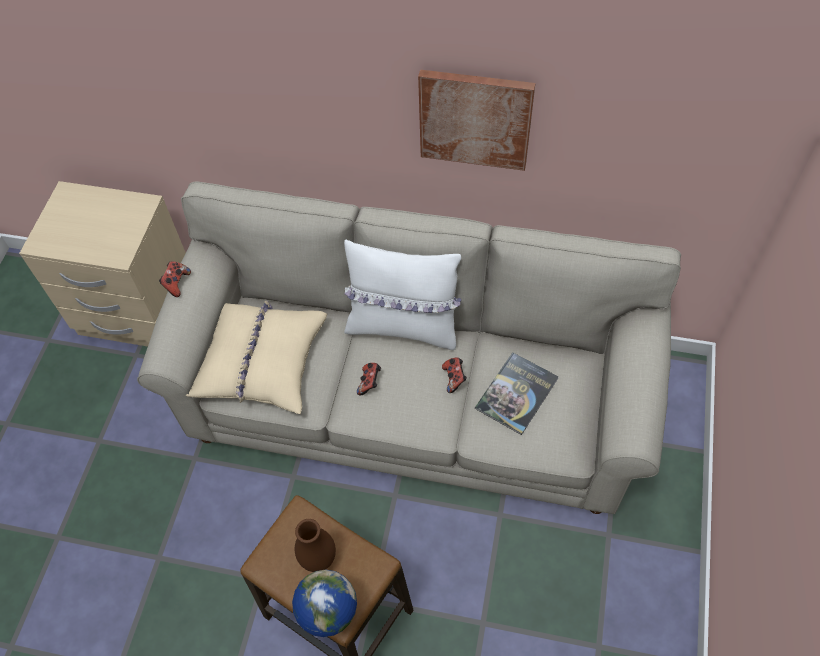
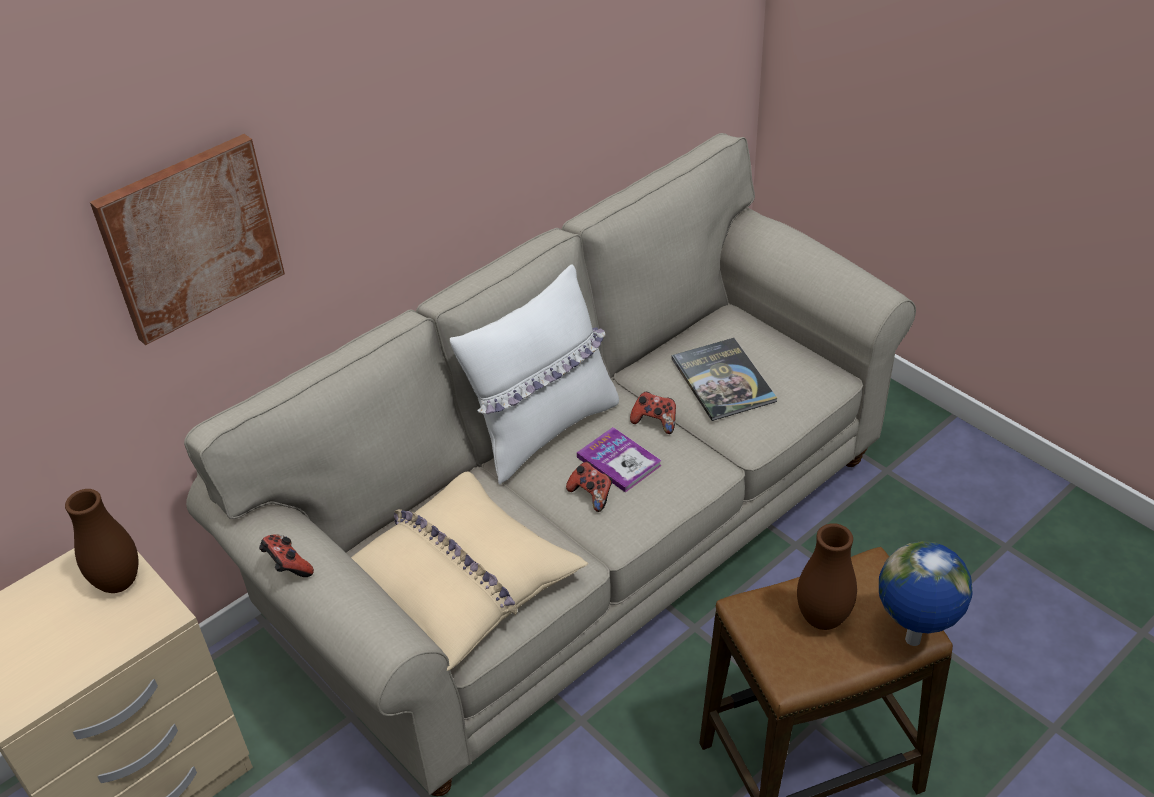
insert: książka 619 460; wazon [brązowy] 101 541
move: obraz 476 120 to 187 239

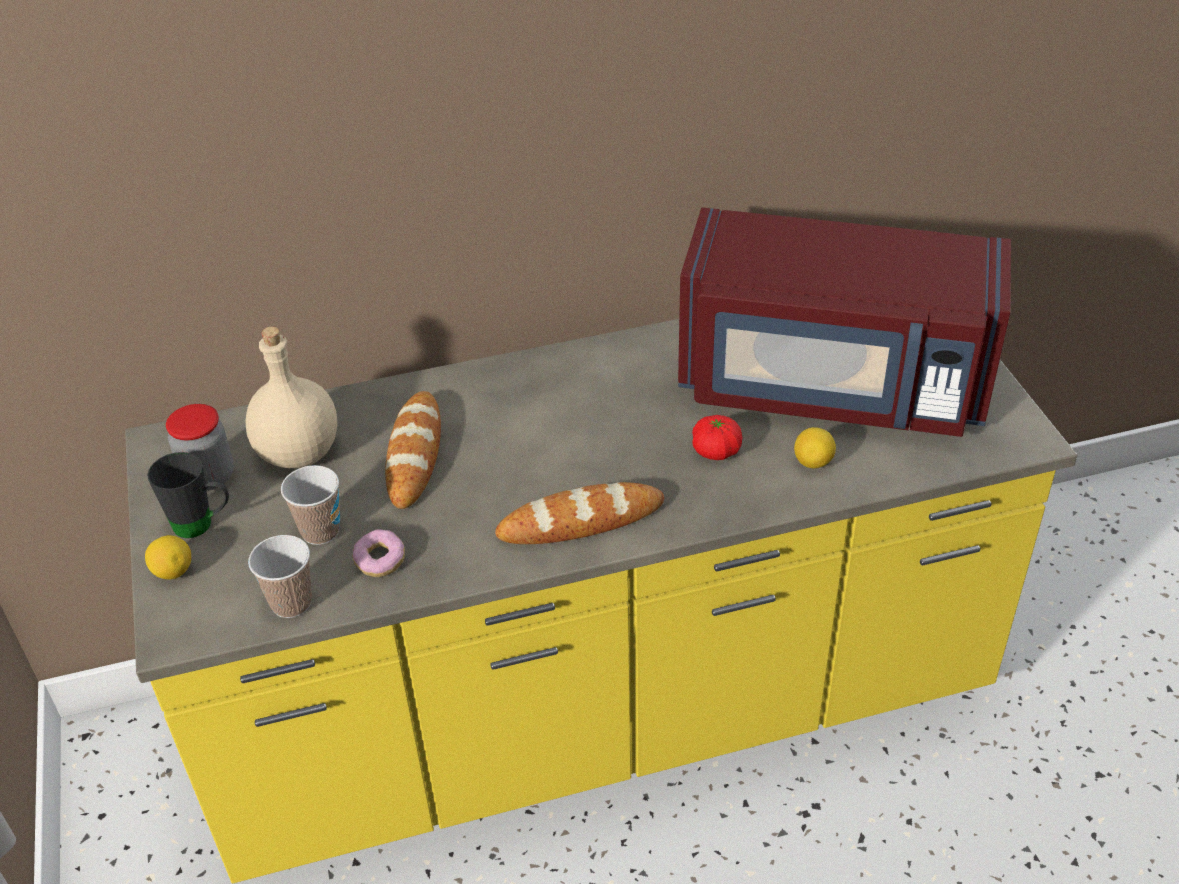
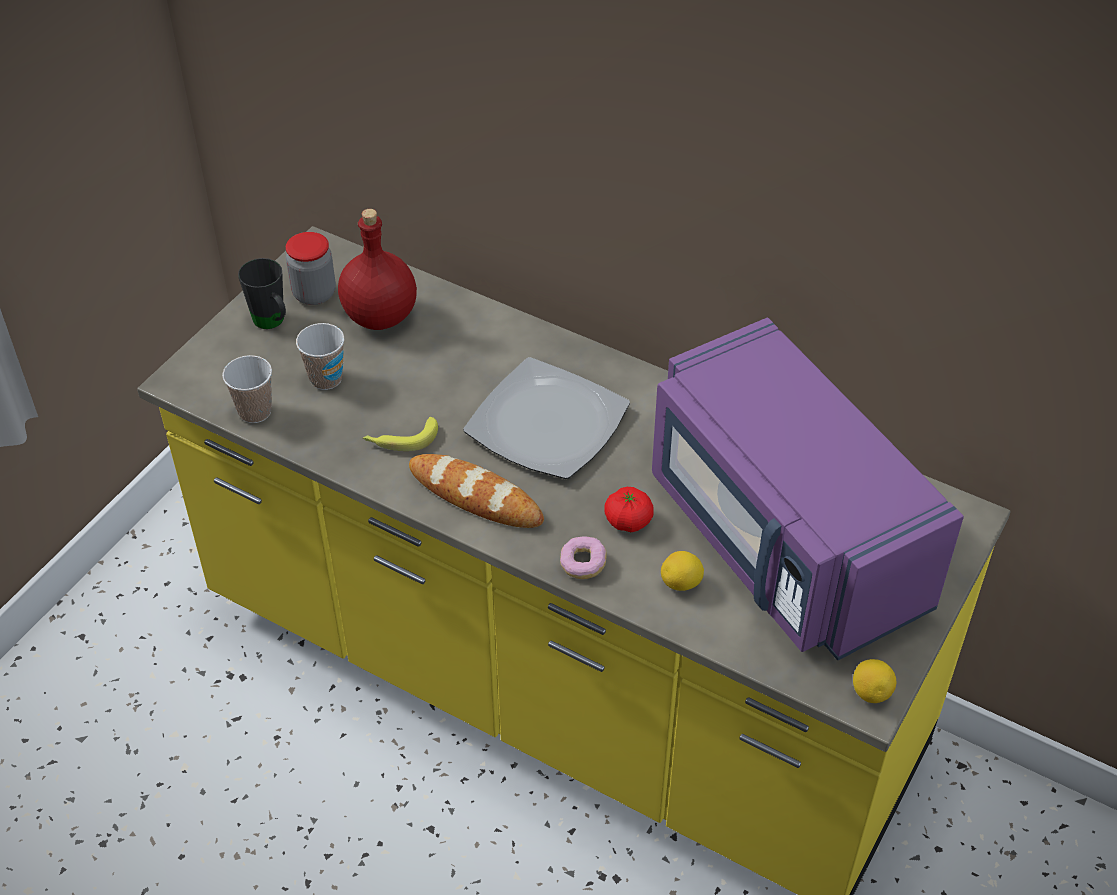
delete: chleb 413 450
insert: talerz 546 418; banan 400 434
move: donut 379 553 to 583 558; cytryna 168 557 to 874 681
recolor: mikrofalówka [czerwony] 844 322 to mikrofalówka [fioletowy] 808 489; butelka [beżowy] 291 397 to butelka [czerwony] 377 269

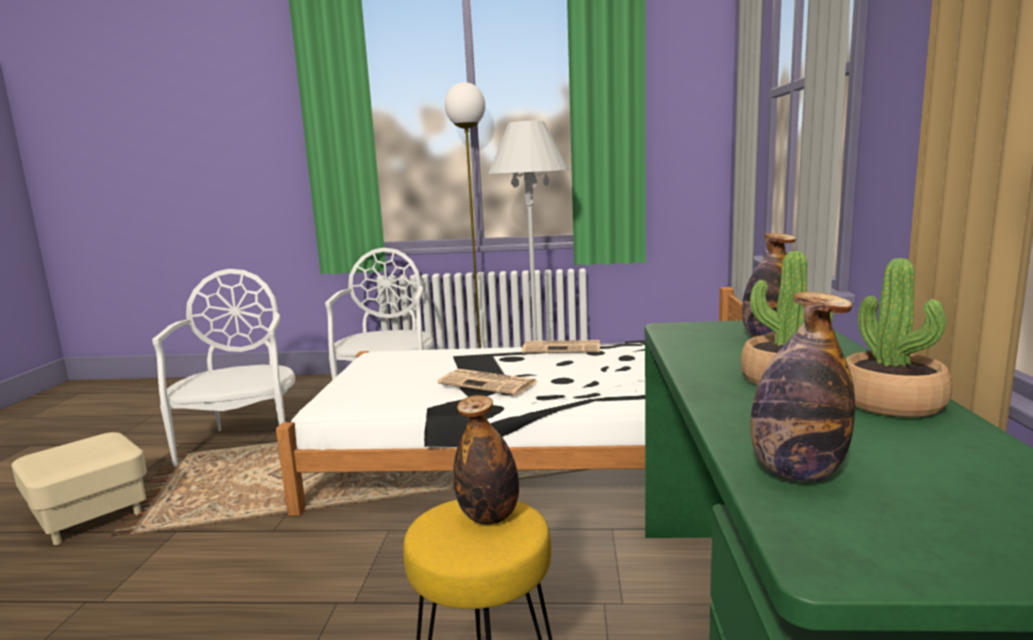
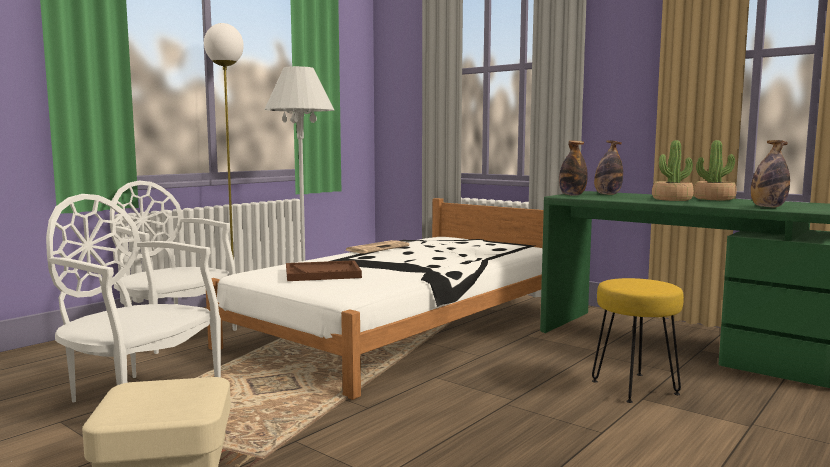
delete: gazeta 487 382
insert: taca [brązowy] 324 270
move: butelka 486 460 to 573 168

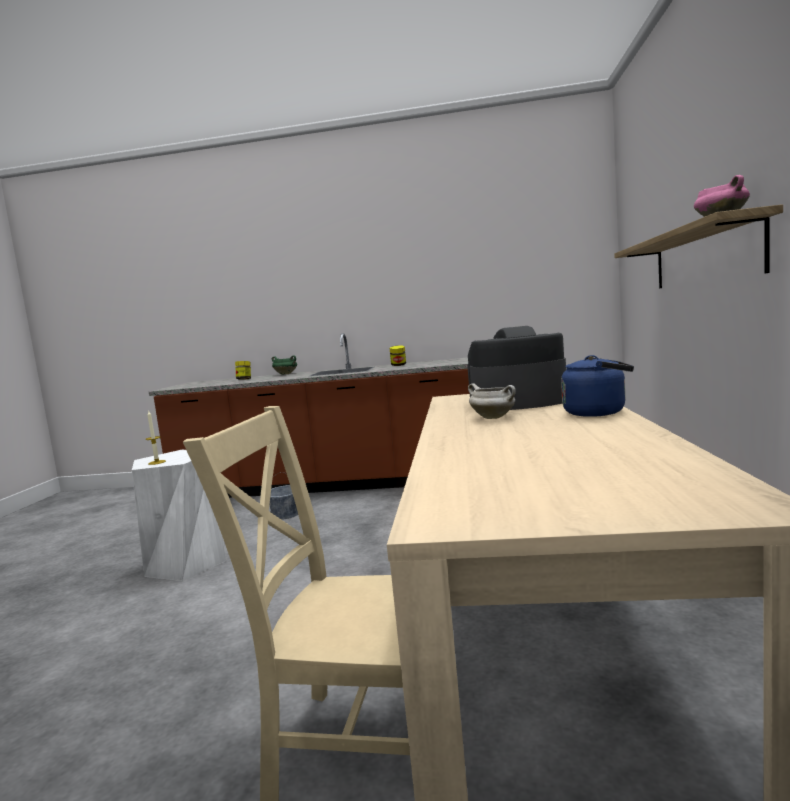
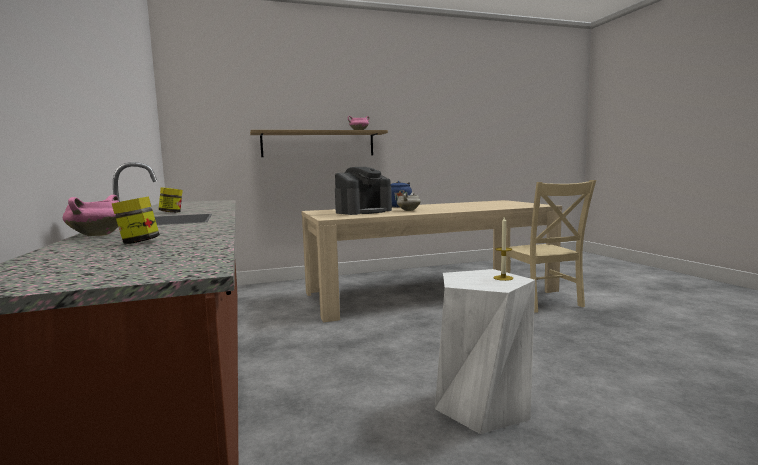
delete: wiadro [szary] 283 496
recolor: garnek [zielony] 284 365 to garnek [różowy] 91 215
rotate: ekspres do kawy 516 368 = 363 191 105 degrees counterclockwise

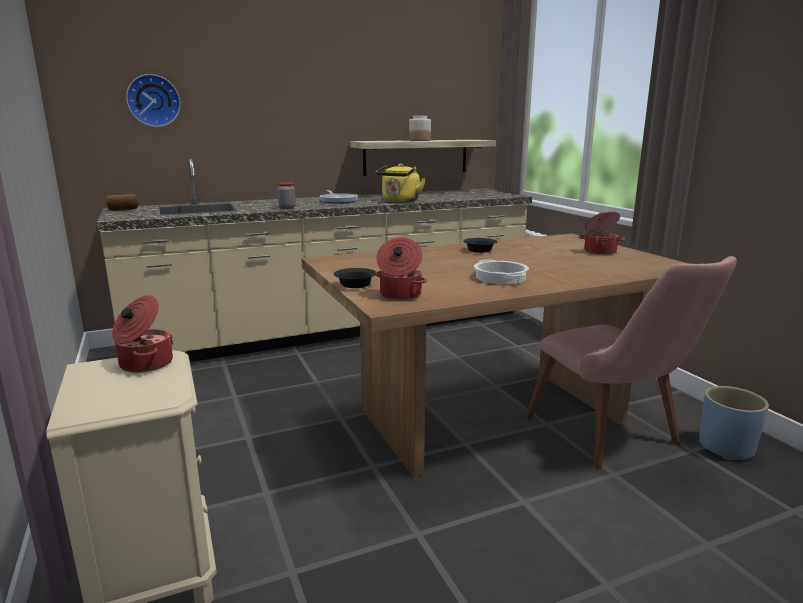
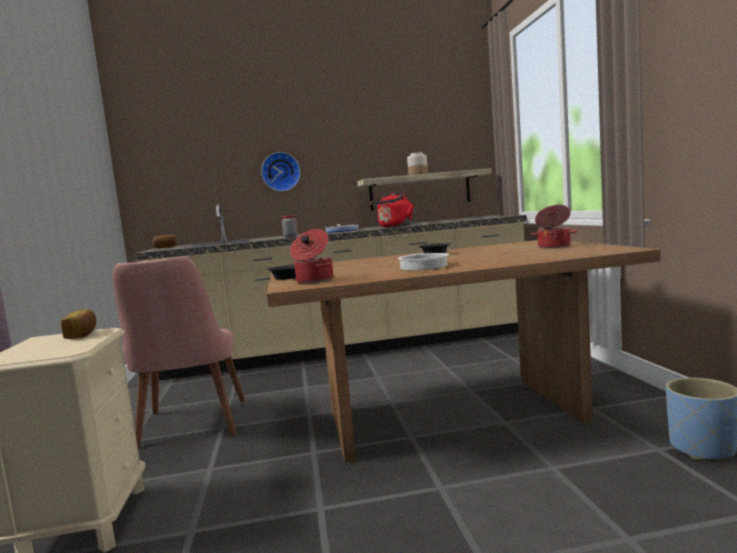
move: zegar ścienny 153 100 to 280 171; krzesło [różowy] 631 363 to 179 353
replace: garnek 143 334 to chleb 78 324
recolor: czajnik [żółty] 401 183 to czajnik [czerwony] 392 210

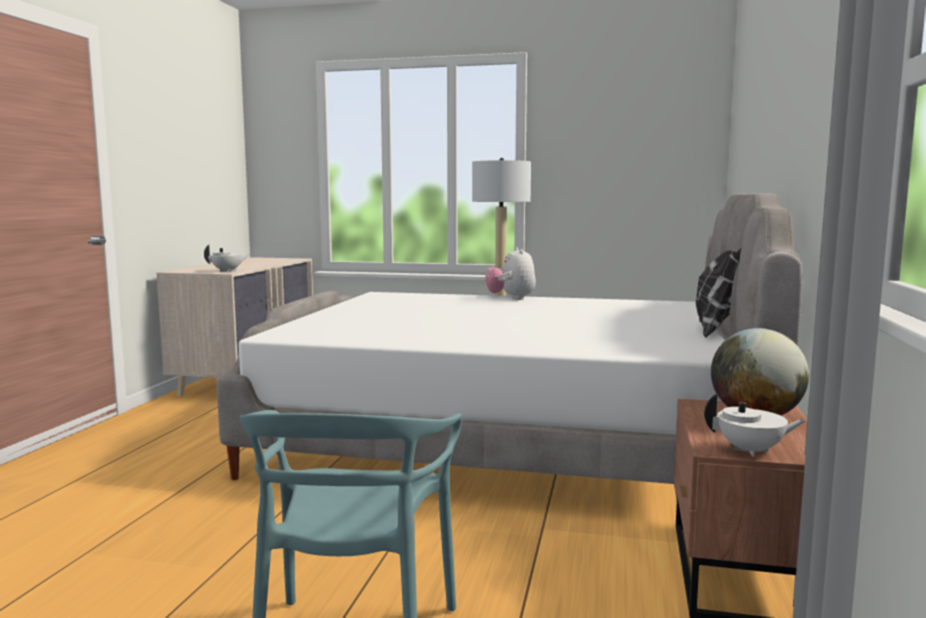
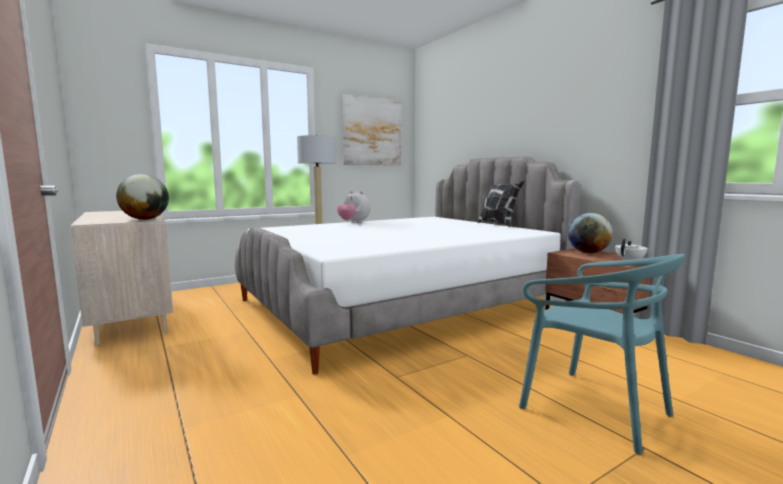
insert: obraz 372 130
replace: imbryk [biały] 227 258 to globus 142 197

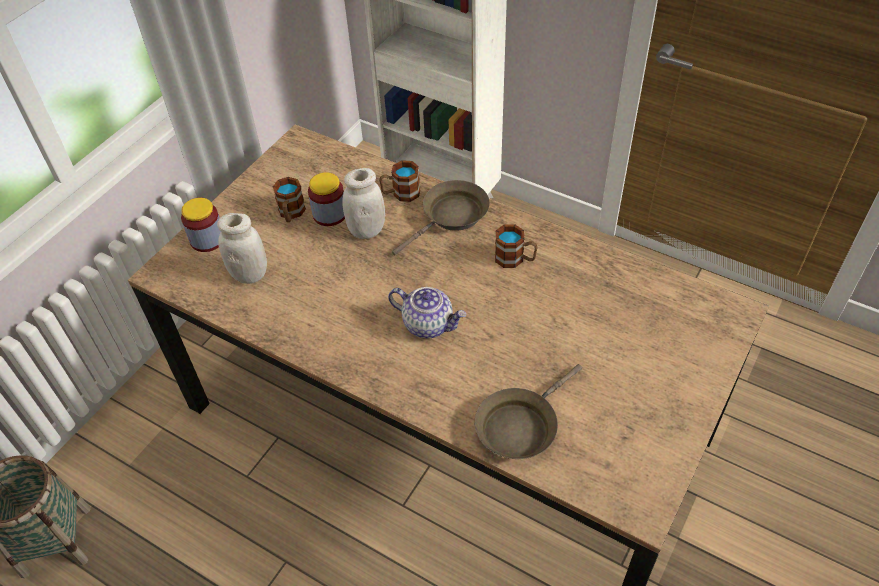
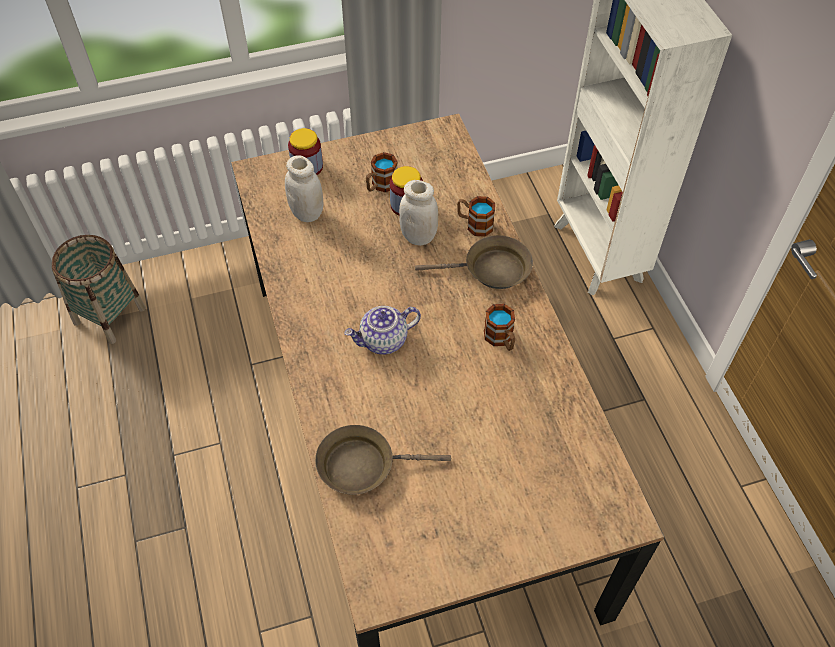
rotate: imbryk 427 312 = 382 330 90 degrees clockwise

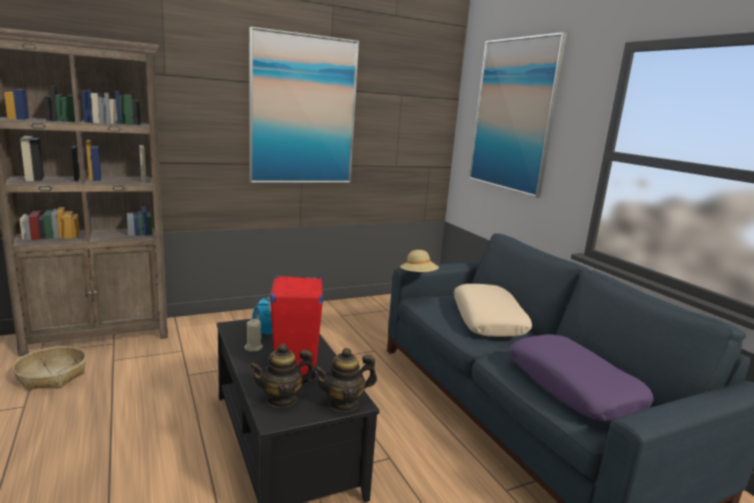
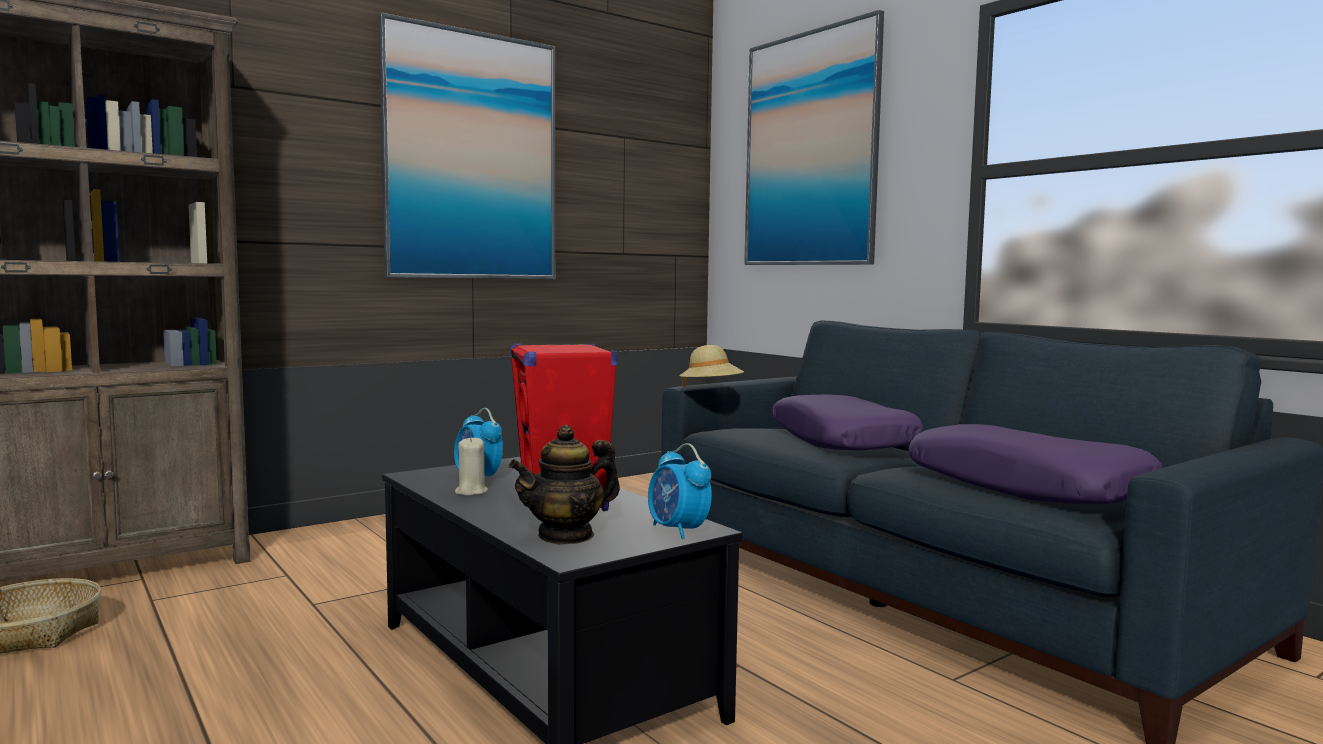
replace: imbryk 345 380 to budzik 680 491
recolor: poduszka [beżowy] 493 310 to poduszka [fioletowy] 848 422

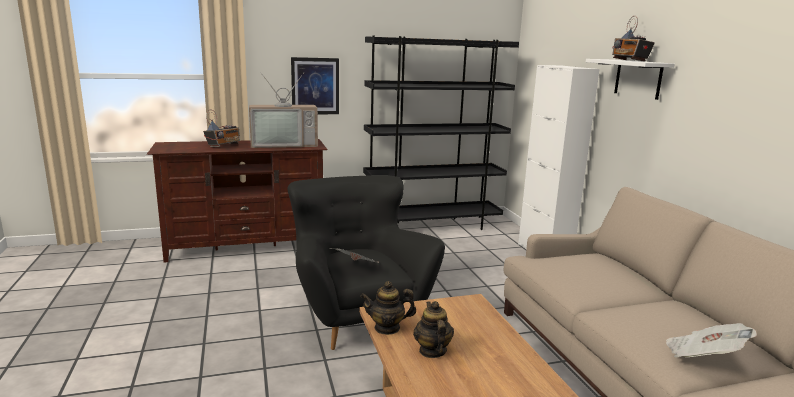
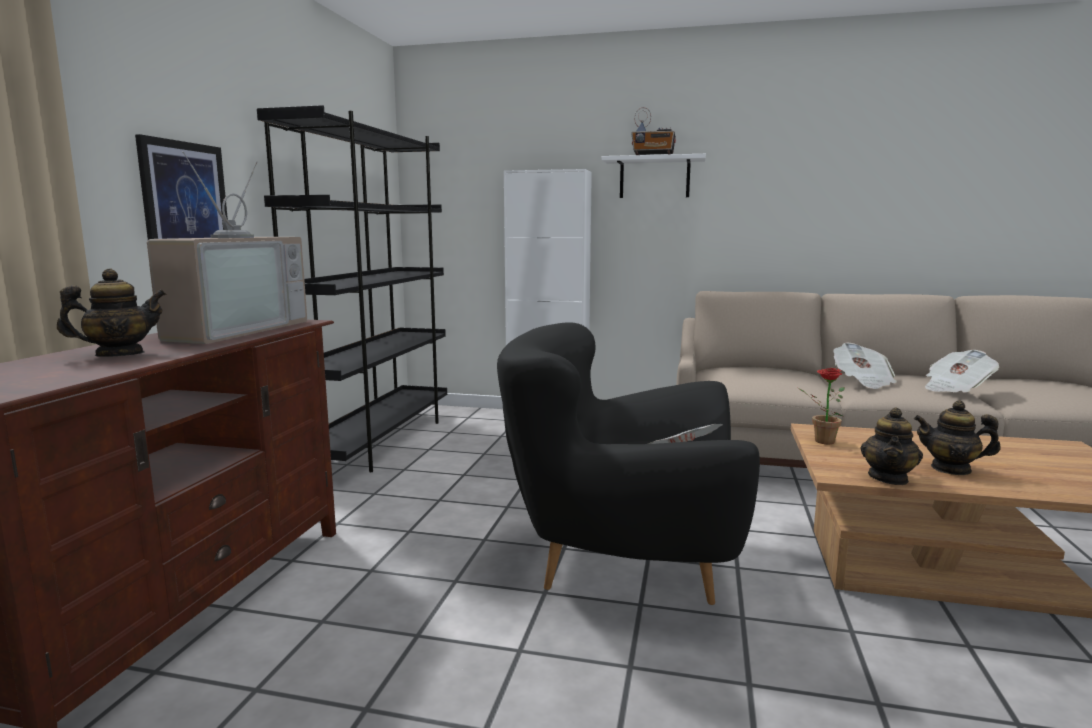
insert: gazeta 865 366; roślina doniczkowa 821 406
replace: radio 221 128 to imbryk 111 313

